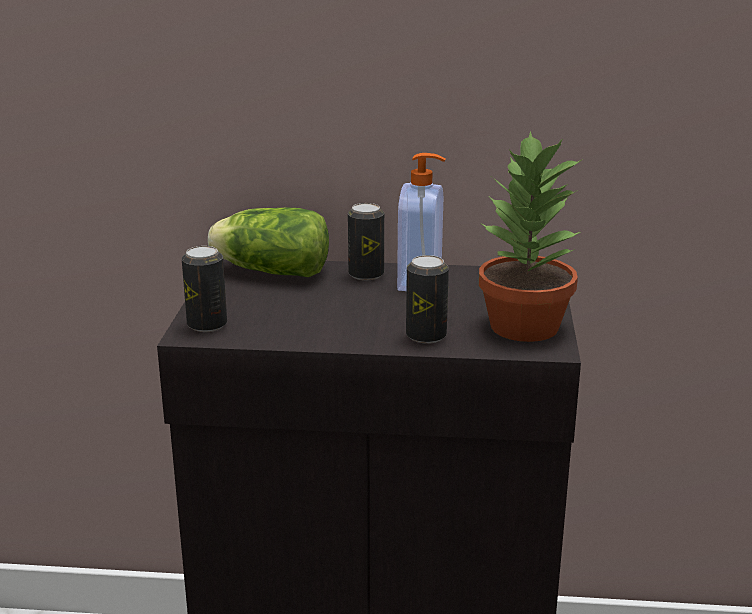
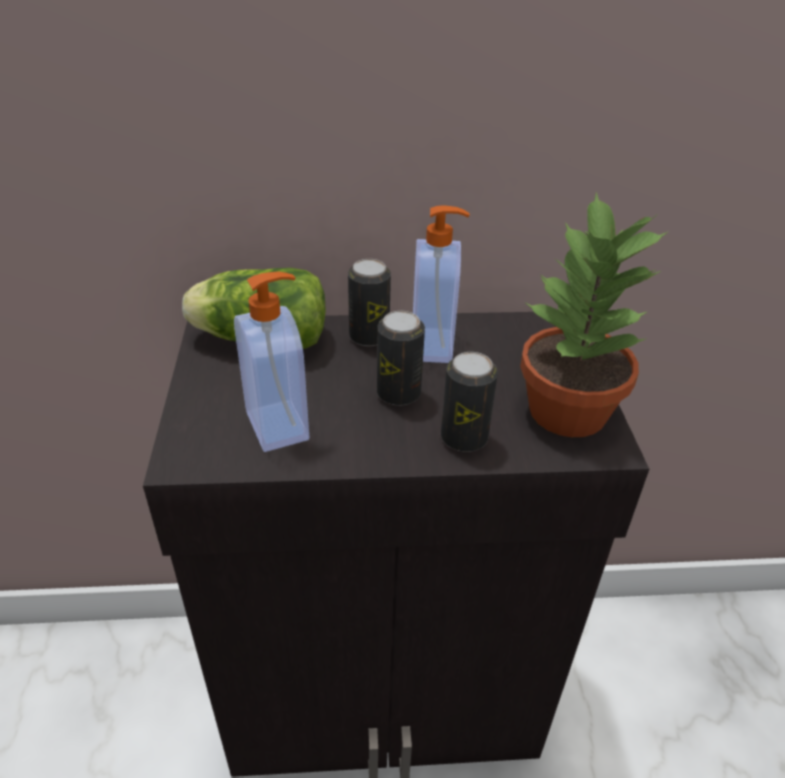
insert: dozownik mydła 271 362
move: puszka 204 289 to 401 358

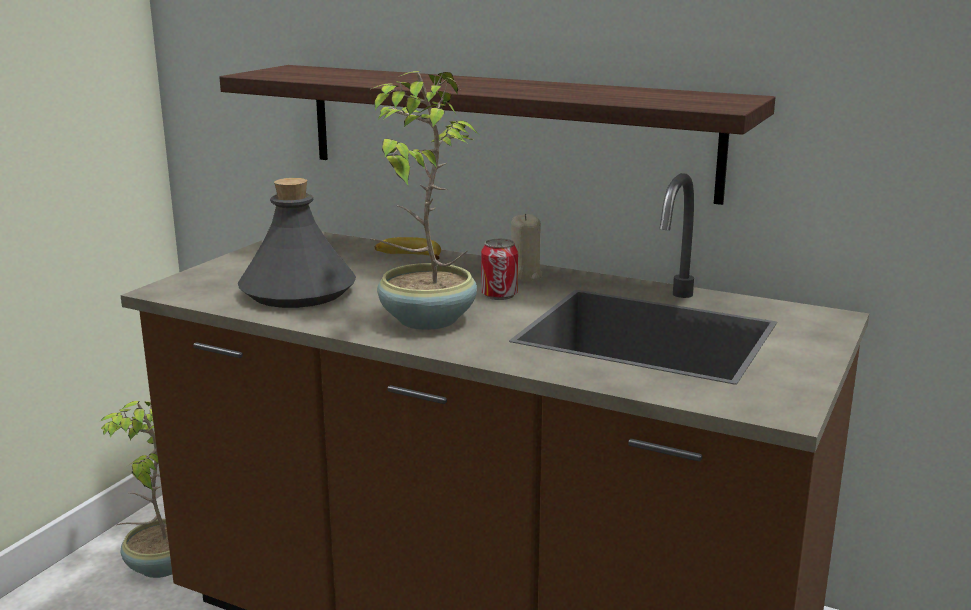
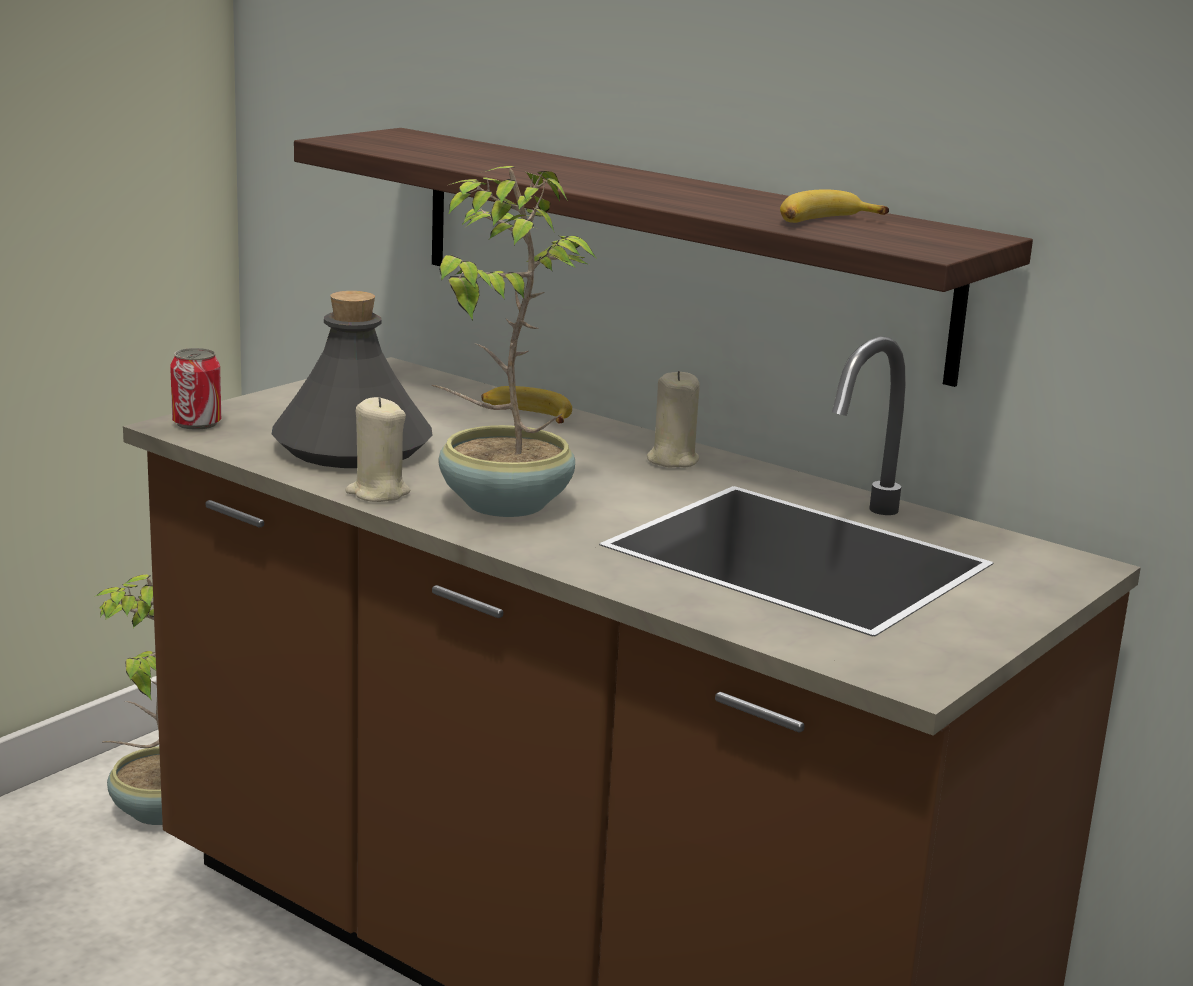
insert: banan 834 206; świeca [beżowy] 377 449
move: puszka 499 269 to 195 389

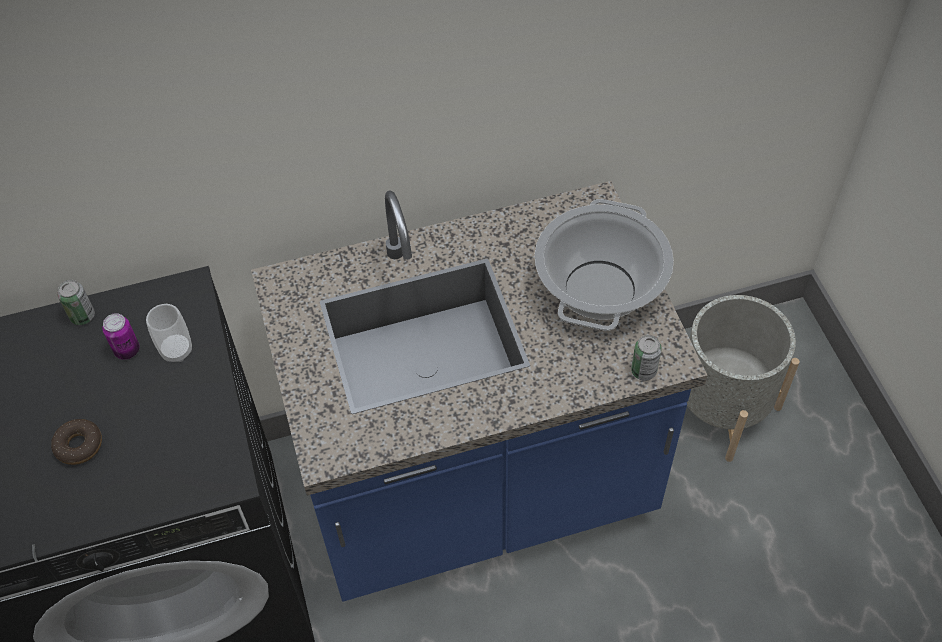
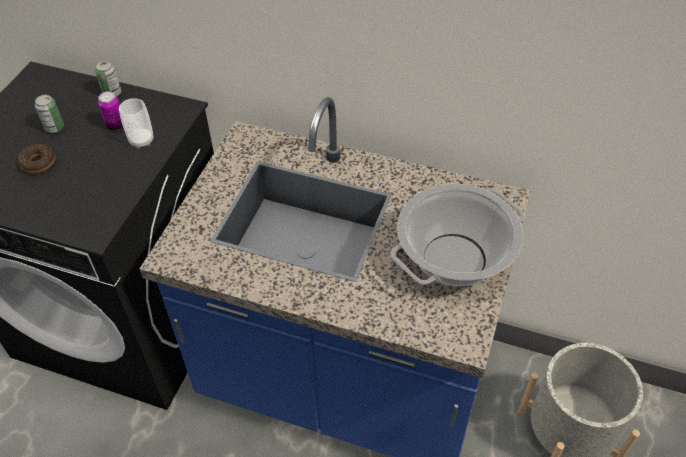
move: puszka 646 358 to 49 114

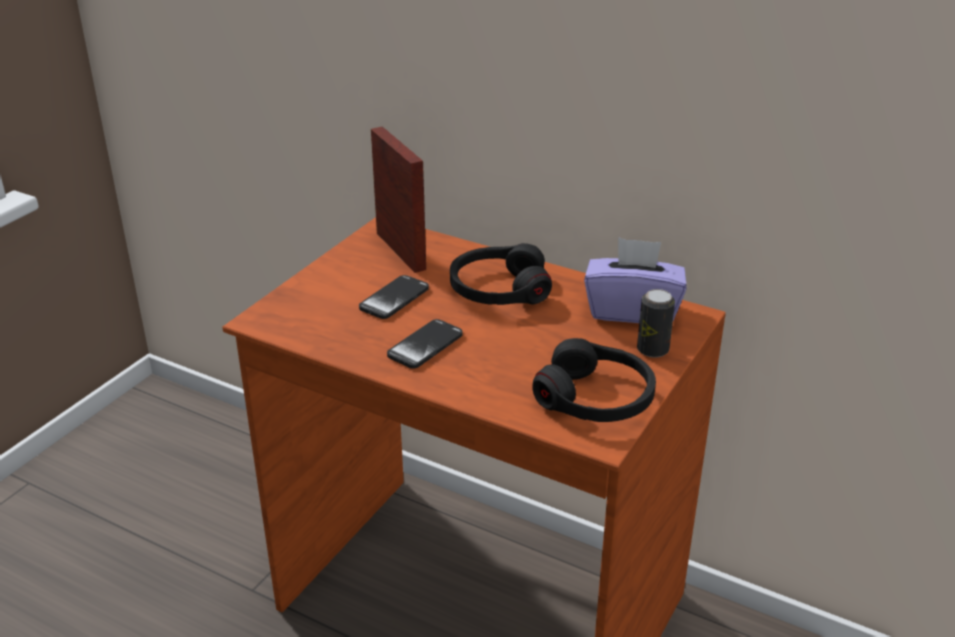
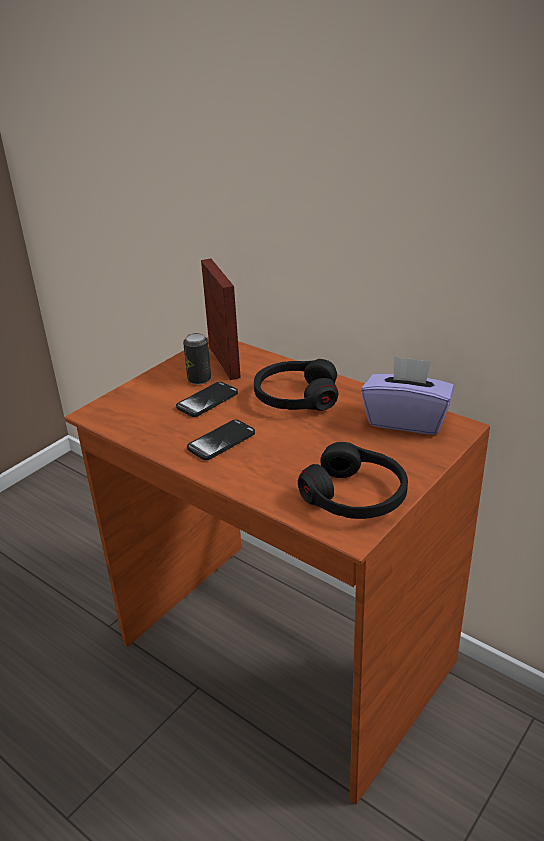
move: puszka 656 323 to 197 359

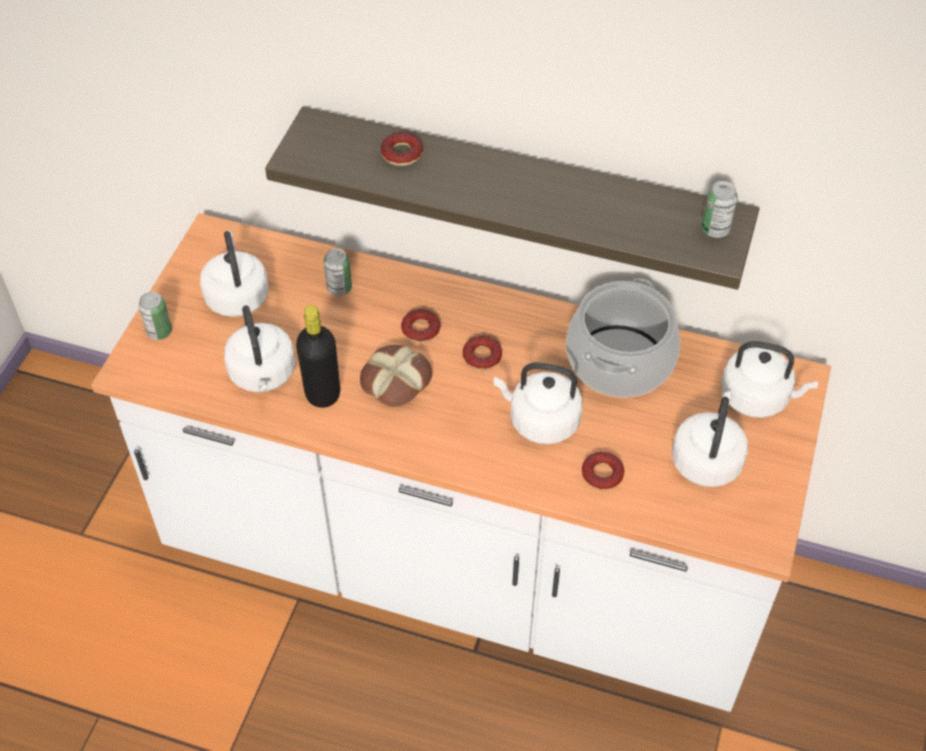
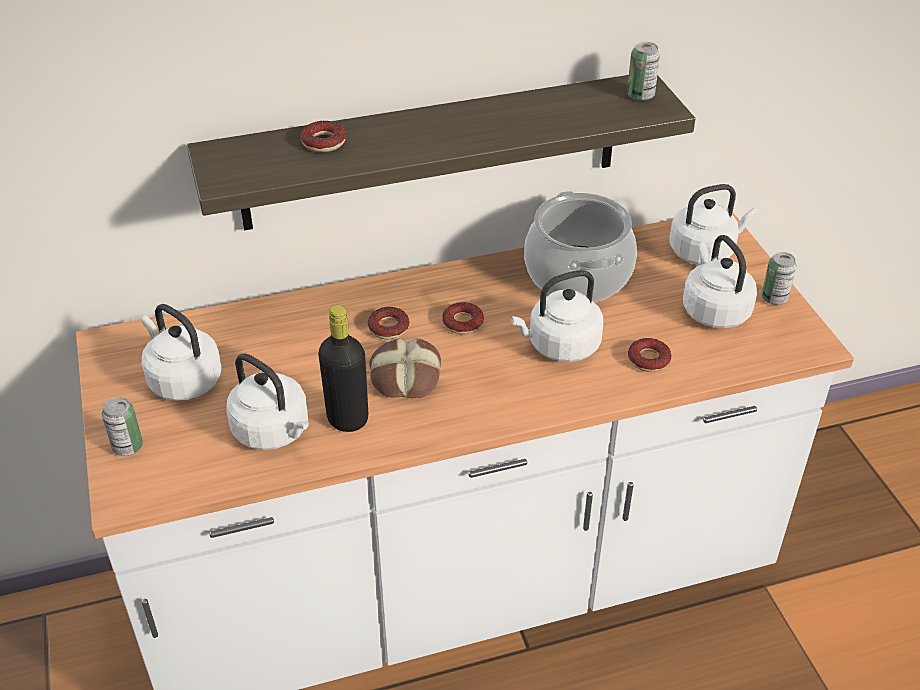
move: puszka 338 272 to 778 278

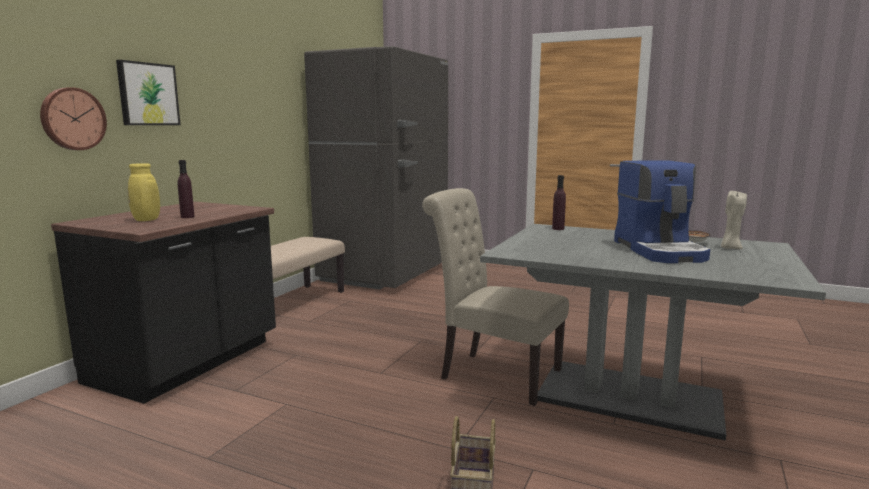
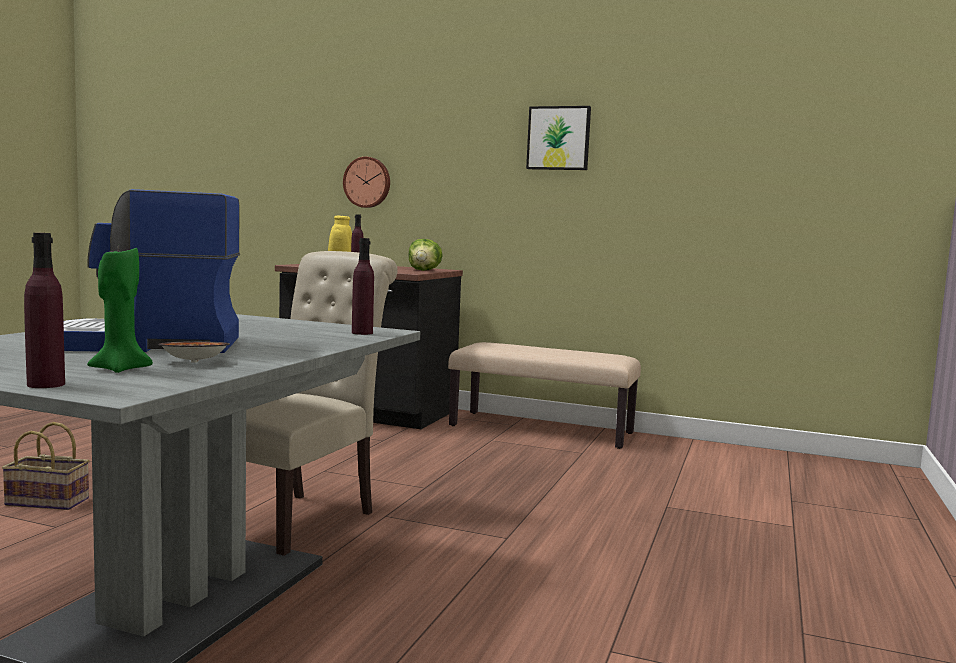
delete: lodówka [szary] 376 168
insert: butelka [fioletowy] 44 310; sałata 425 255
move: obraz 148 92 to 558 138
recolor: świeca [beżowy] 734 220 to świeca [zielony] 120 310

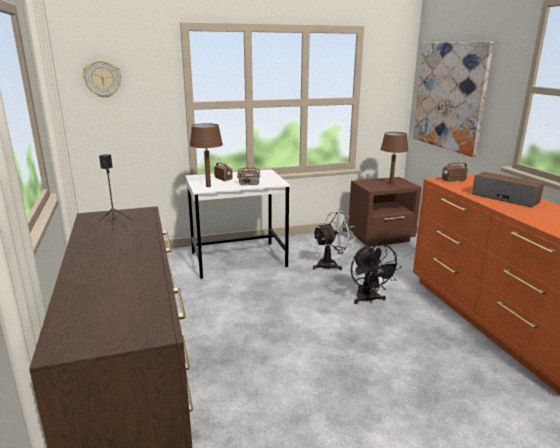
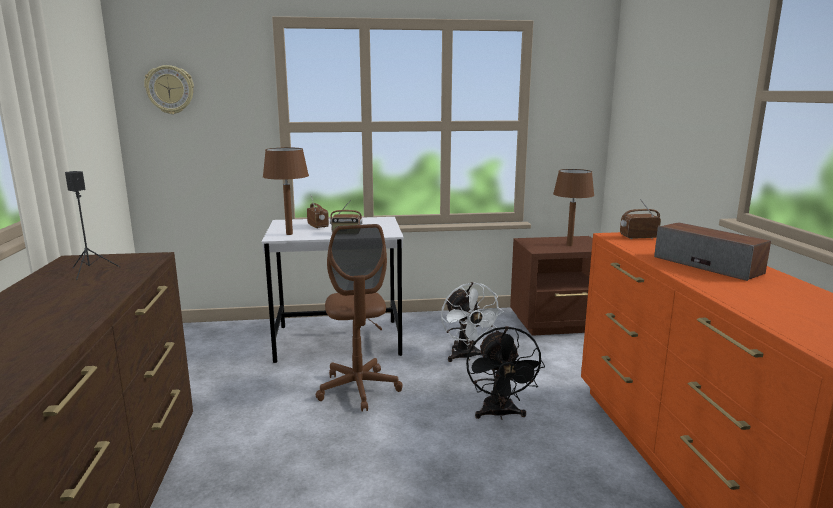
delete: obraz 453 99
insert: krzesło biurowe [brązowy] 359 318
rotate: wentylator [biały] 334 240 = 472 322 90 degrees clockwise

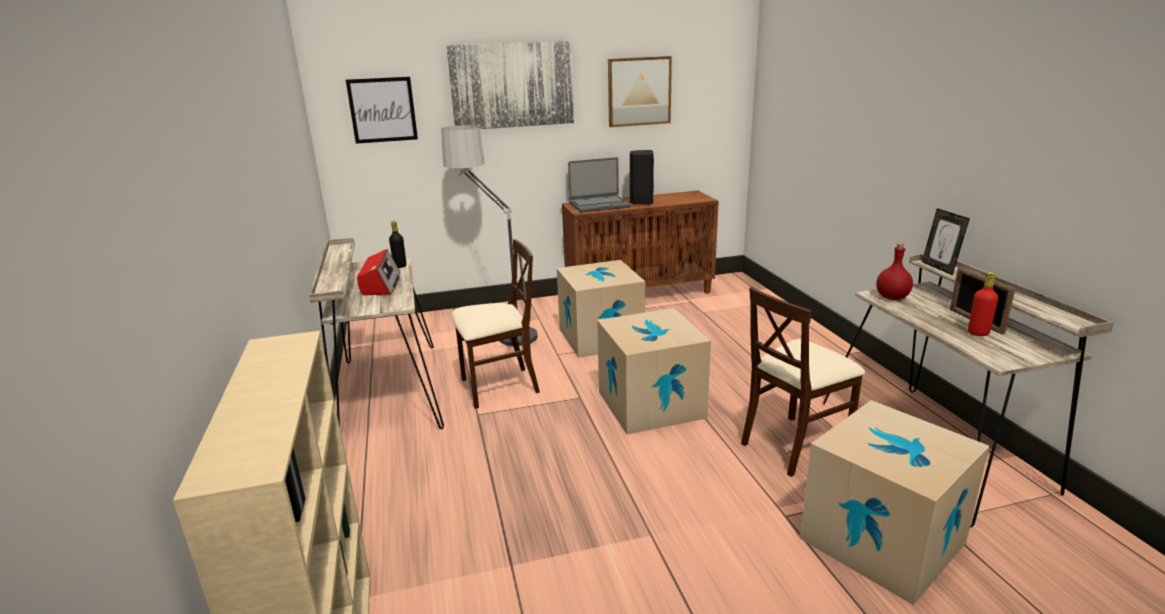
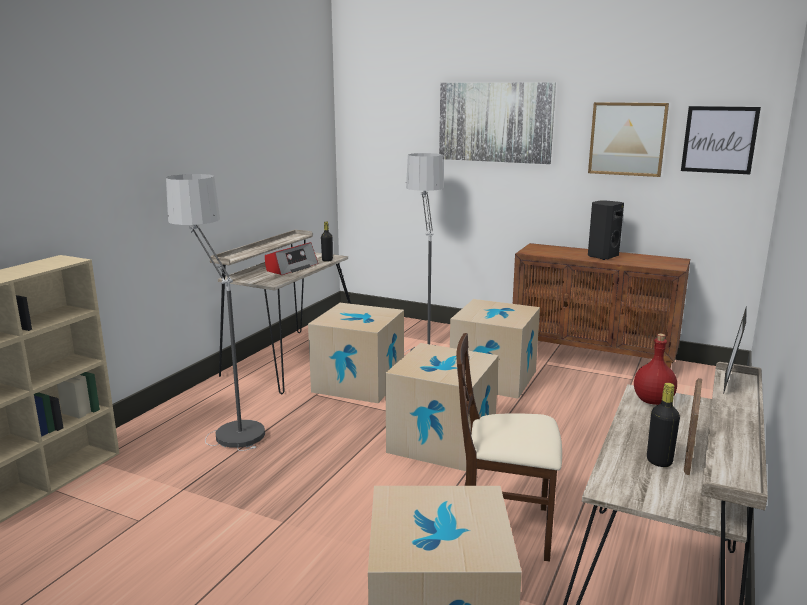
delete: laptop 599 185
insert: lampa stojąca 215 312
move: obraz 382 110 to 721 140
replace: krzesło [beżowy] 495 324 to karton 356 353
recolor: butelka [czerwony] 983 304 to butelka [czarny] 663 425

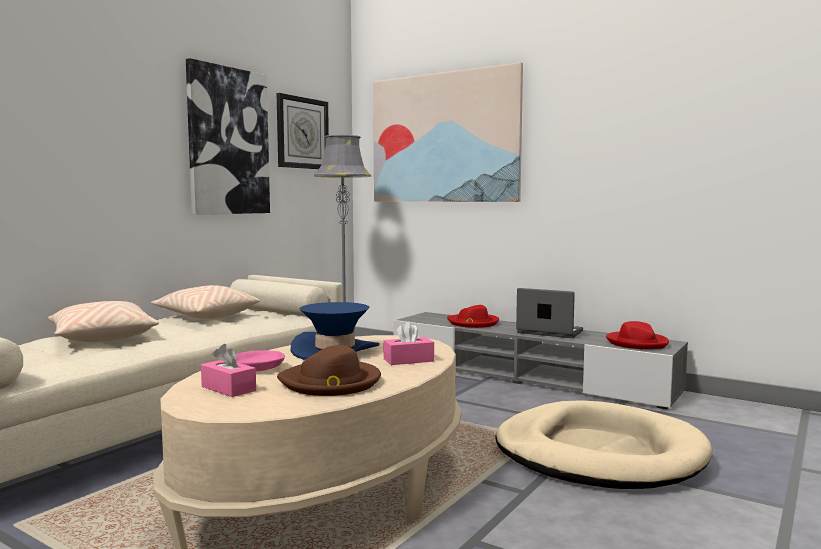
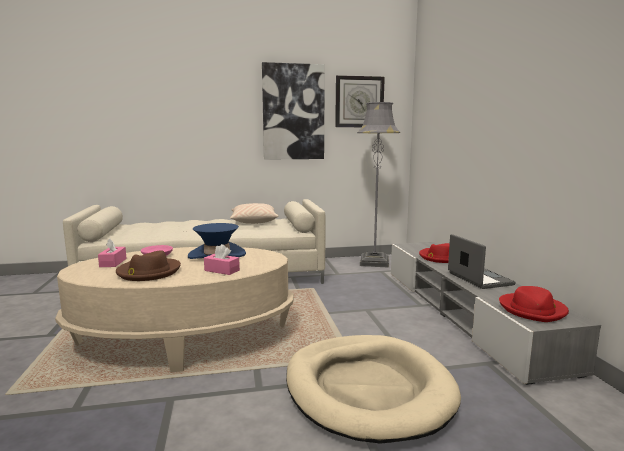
delete: obraz 448 132; poduszka [beżowy] 103 321

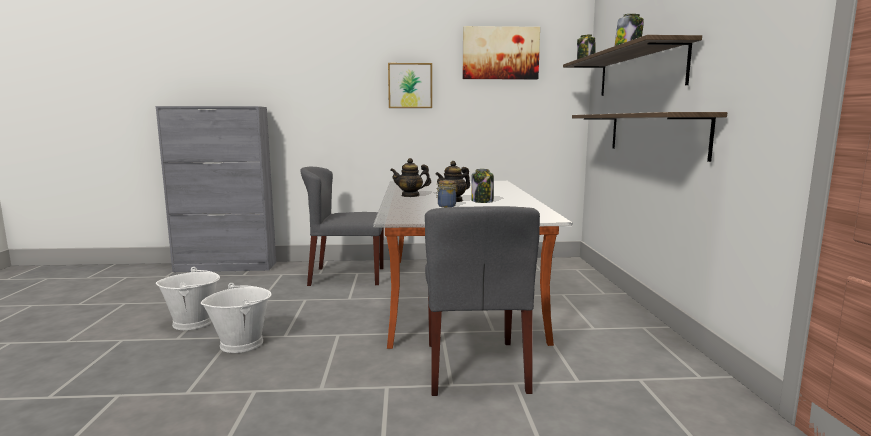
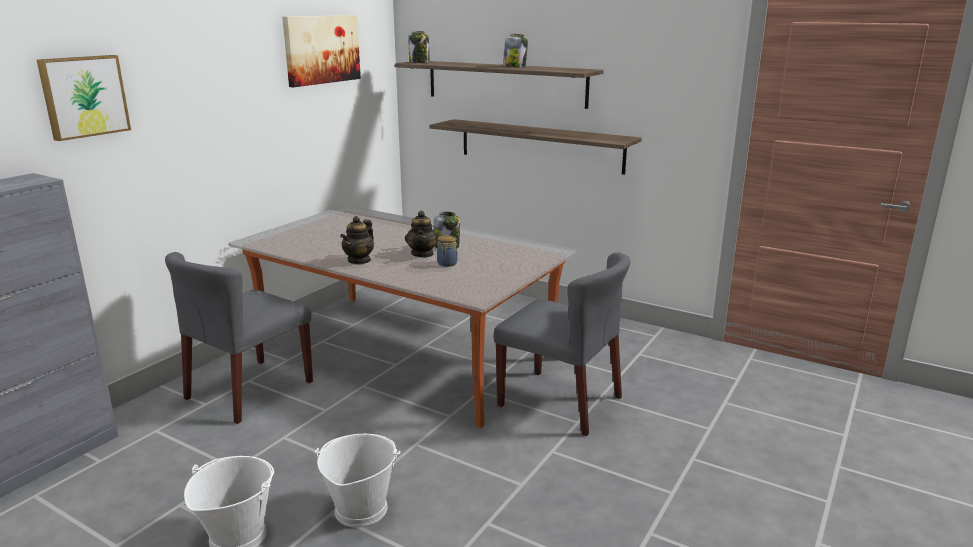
move: obraz 410 85 to 84 98

